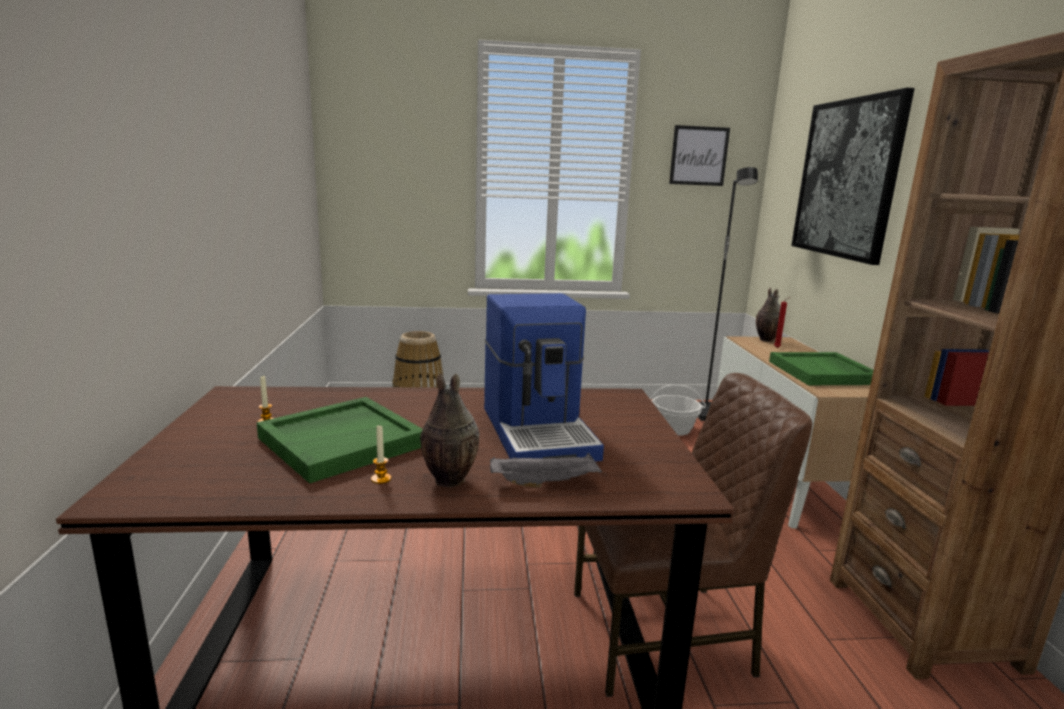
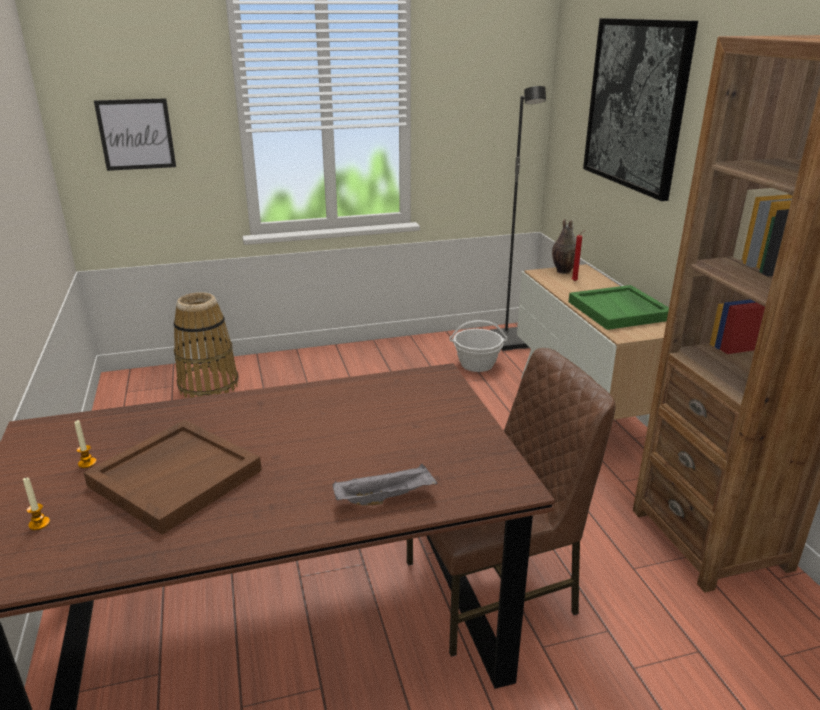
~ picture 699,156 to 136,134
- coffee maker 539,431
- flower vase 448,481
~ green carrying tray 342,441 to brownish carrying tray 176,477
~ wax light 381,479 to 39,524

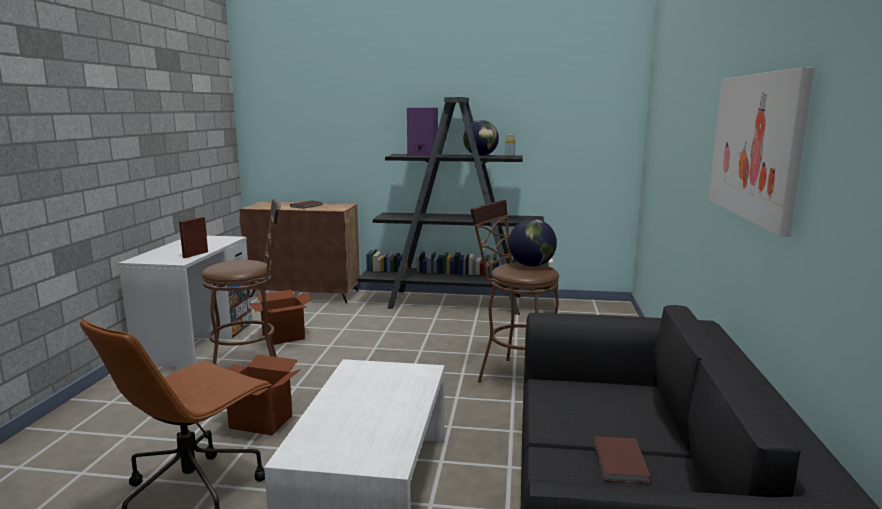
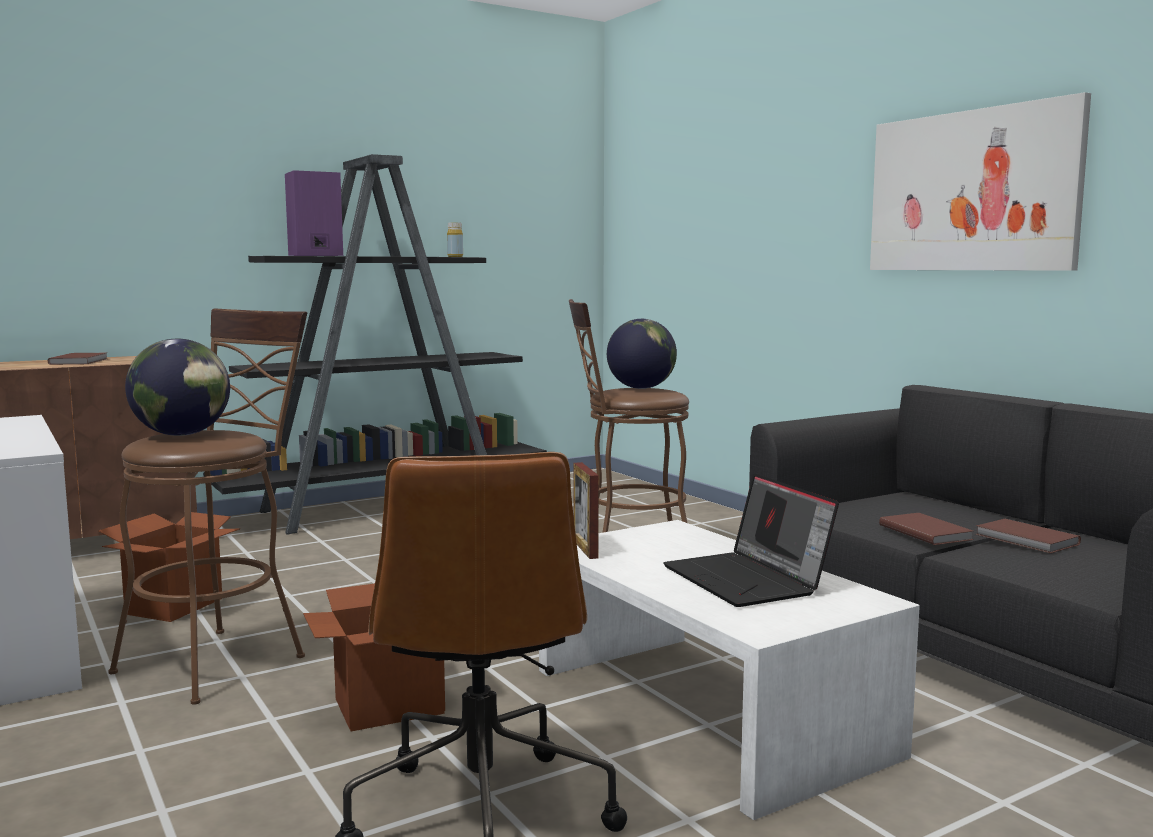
~ globe 480,156 to 182,435
~ standing frame 195,254 to 585,549
+ notebook computer 748,580
+ brownish bound book 926,532

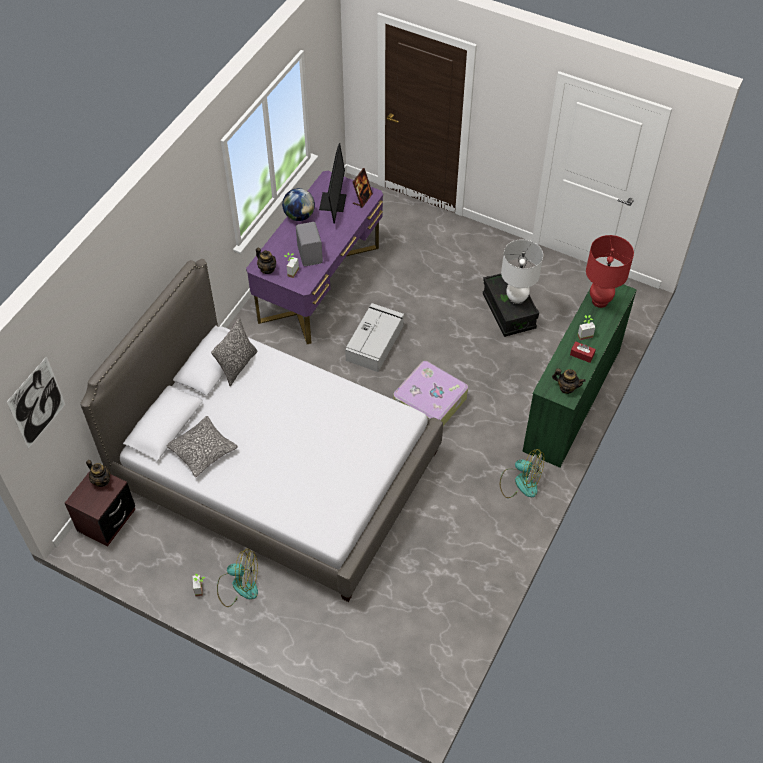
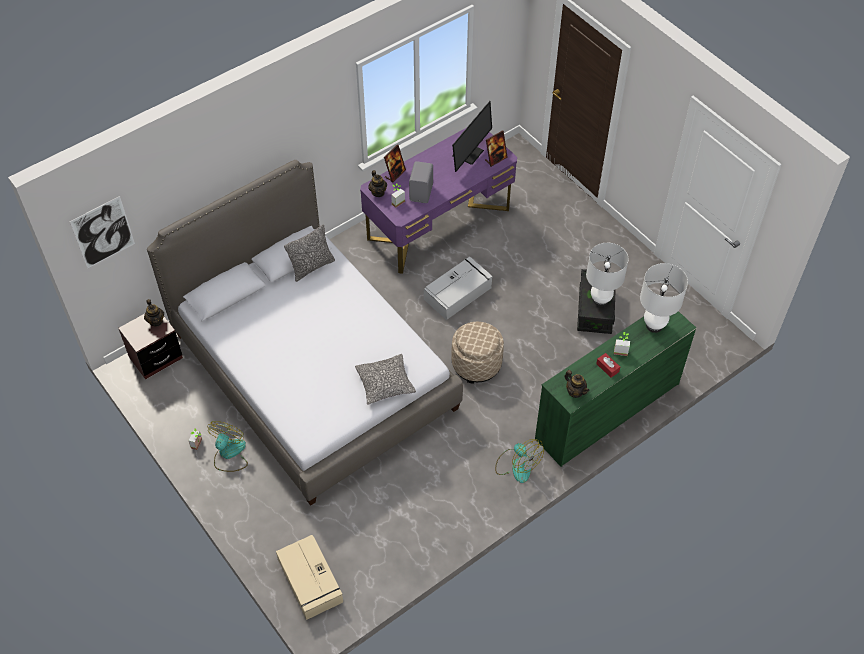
- globe 299,216
~ red-coloured table lamp 599,301 to whitish table lamp 654,326
~ suitcase 430,402 to beige-coloured pouffe 476,364
~ cushion 202,450 to 385,383
~ electric fan 238,586 = 229,454 105 degrees counterclockwise
+ standing frame 395,174
+ beige-coloured storage bin 310,582

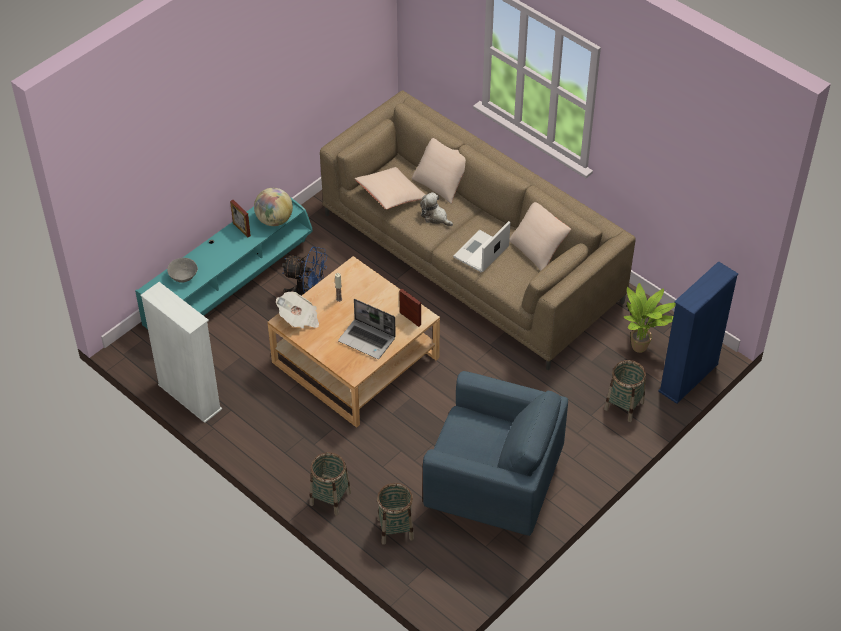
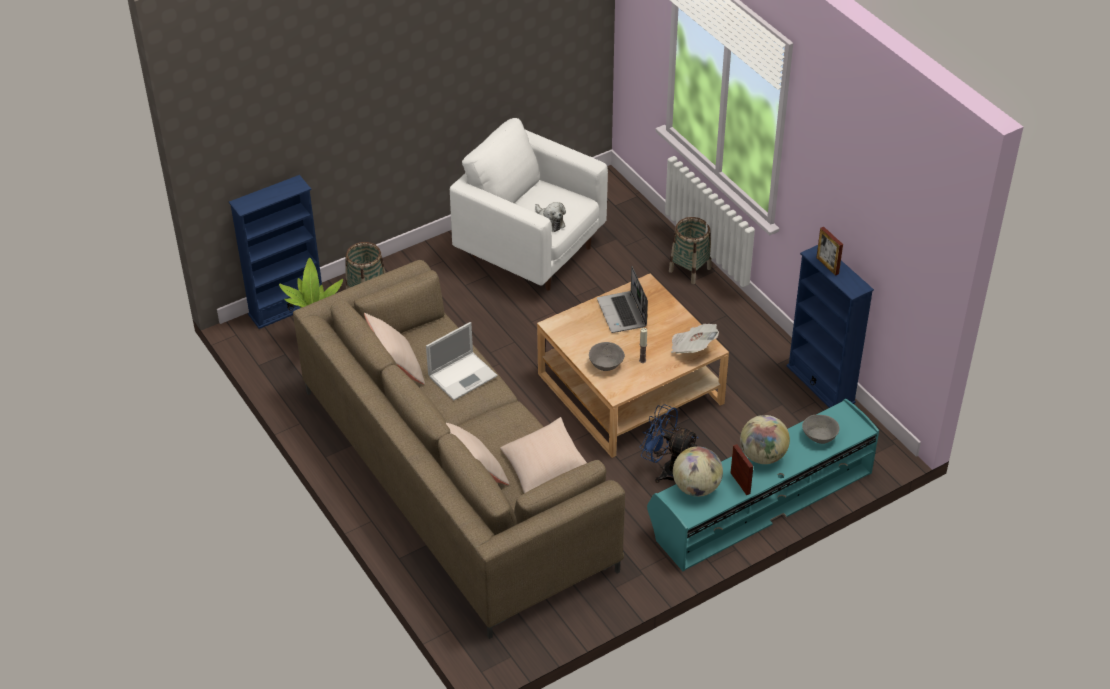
~ soft toy 435,217 to 549,222
~ whitish bookcase 189,397 to blue bookcase 820,384
~ standing frame 410,318 to 827,266
~ notebook computer 367,339 = 622,313 150 degrees counterclockwise
~ blue easy chair 492,487 to whitish easy chair 531,251
- basket 395,529
+ gray bowl 605,365
+ globe 762,456

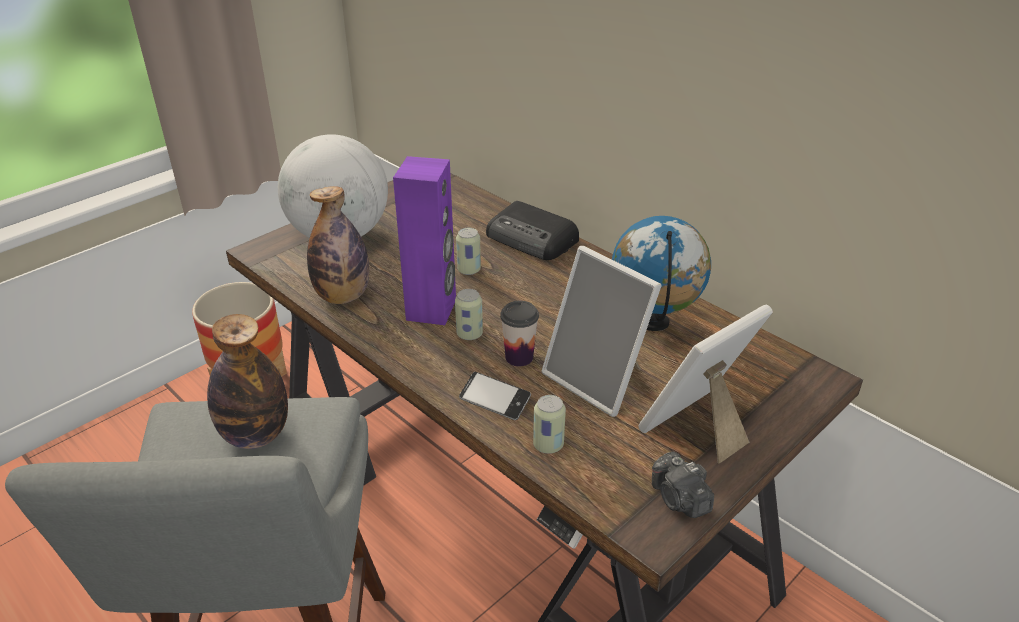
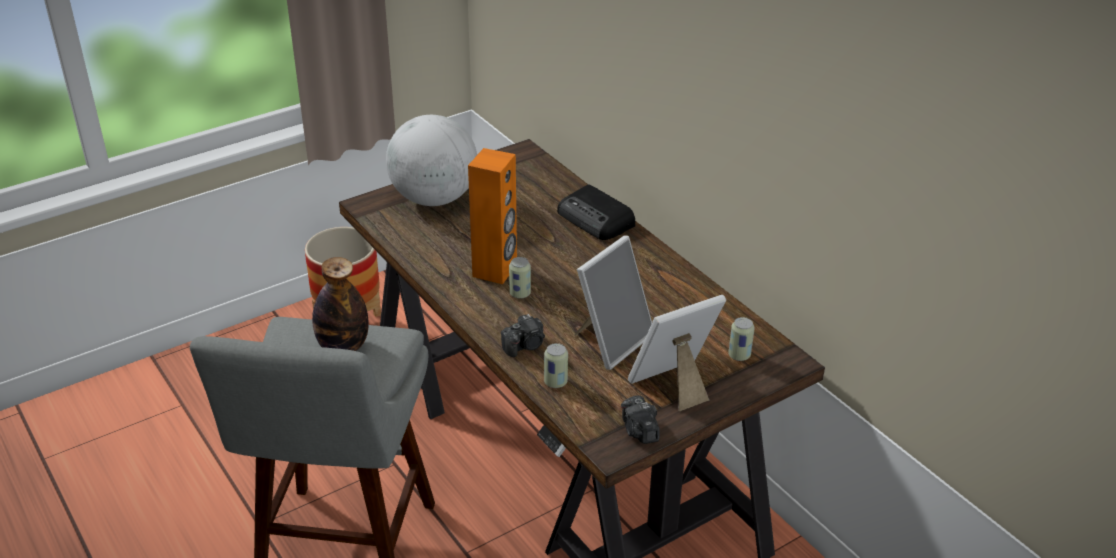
~ purplish speaker 432,310 to orangey speaker 495,270
- drink bottle 343,296
- globe 654,323
~ can 469,270 to 739,355
~ standing frame 599,380 = 611,341 105 degrees counterclockwise
- small cup 519,357
~ handset 494,400 to still camera 525,346

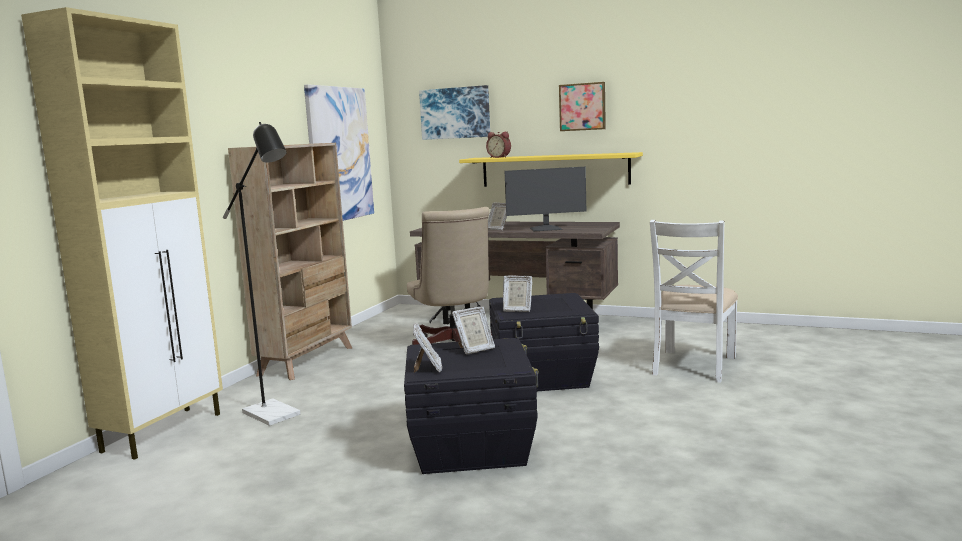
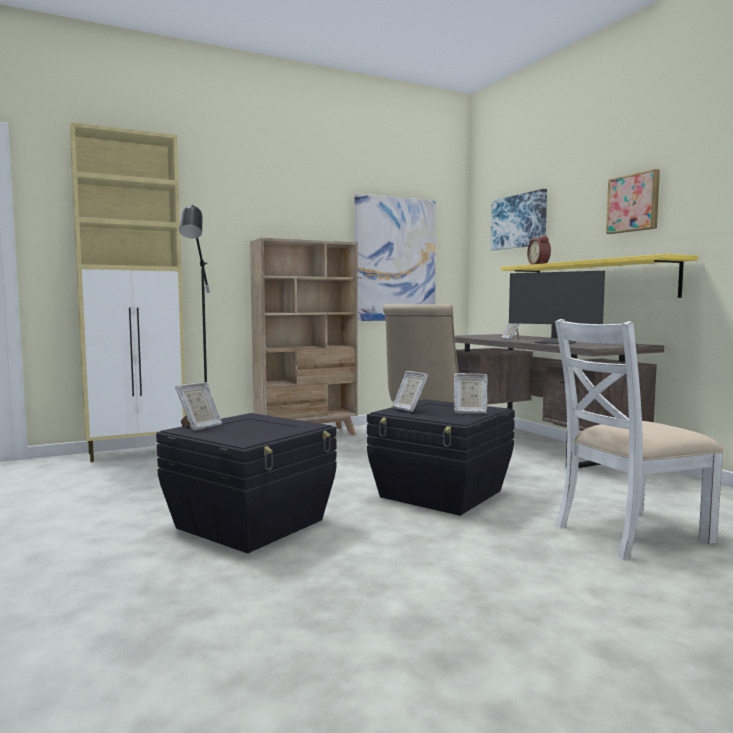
~ standing frame 474,349 to 469,412

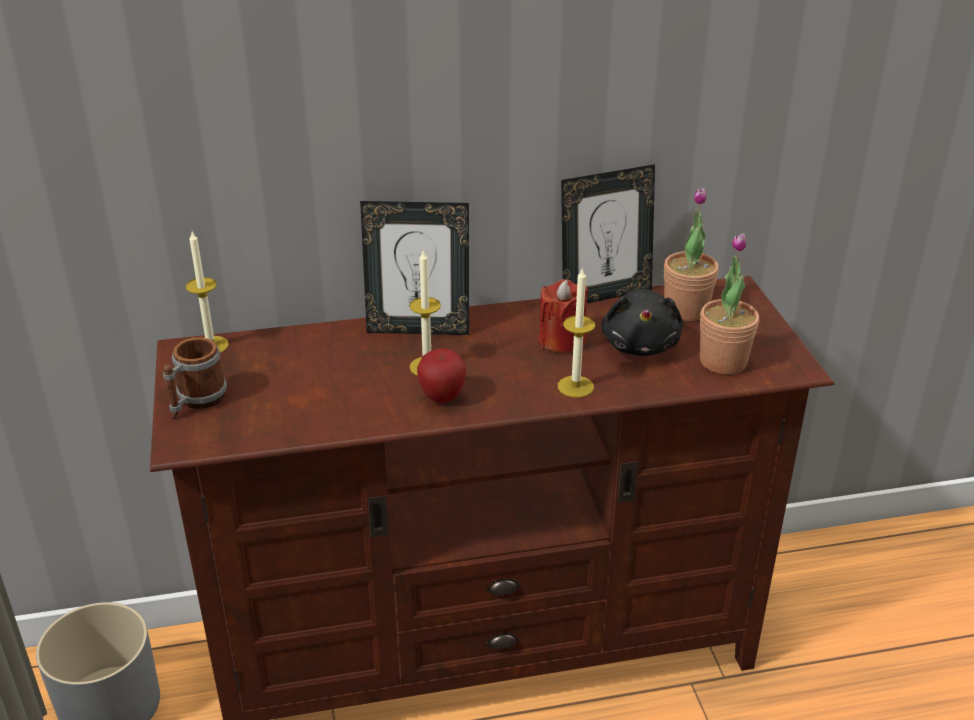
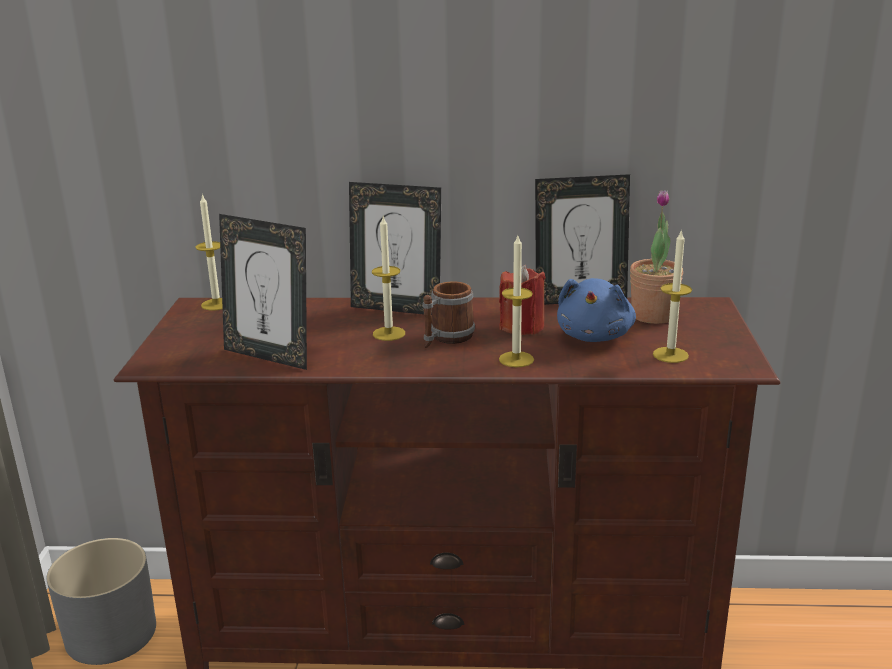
~ houseplant 723,361 to wax light 670,355
~ black-coloured soft toy 640,345 to blue soft toy 595,336
~ coffee mug 196,401 to 446,338
- apple fruit 442,397
+ standing frame 269,356

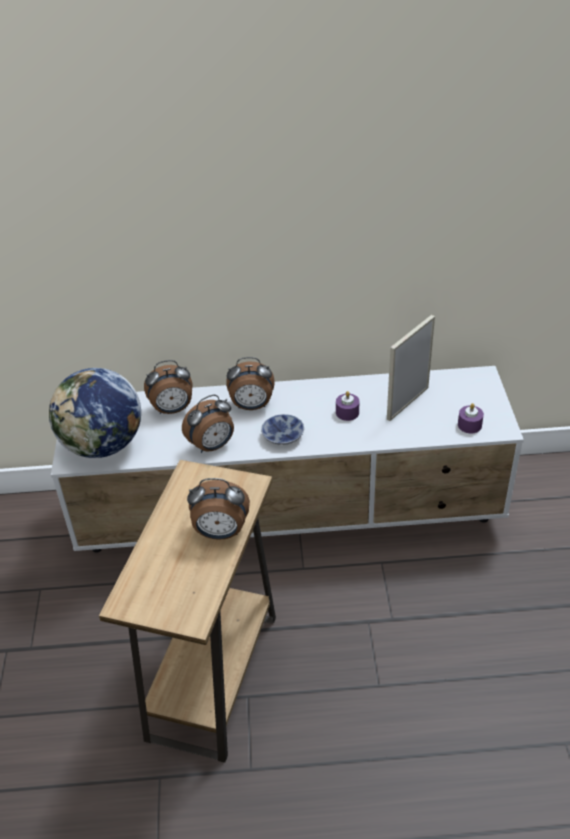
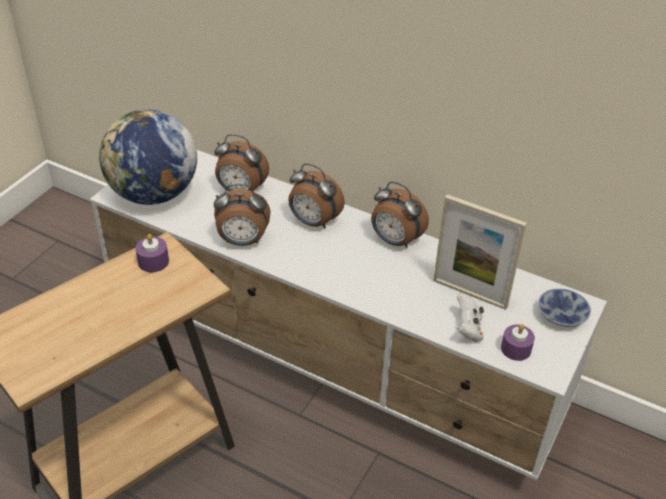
~ standing frame 407,403 = 469,293 135 degrees counterclockwise
~ purplish wax light 347,412 to 153,261
~ bowl 284,435 to 563,315
~ bedside clock 220,533 to 395,241
+ whitish gamepad 468,329

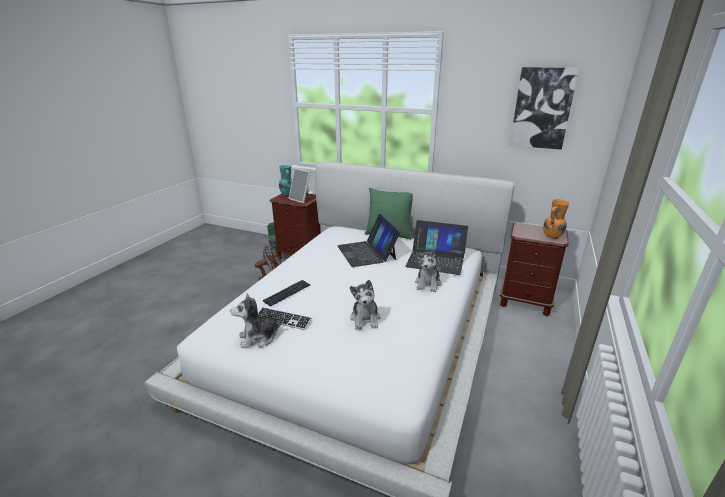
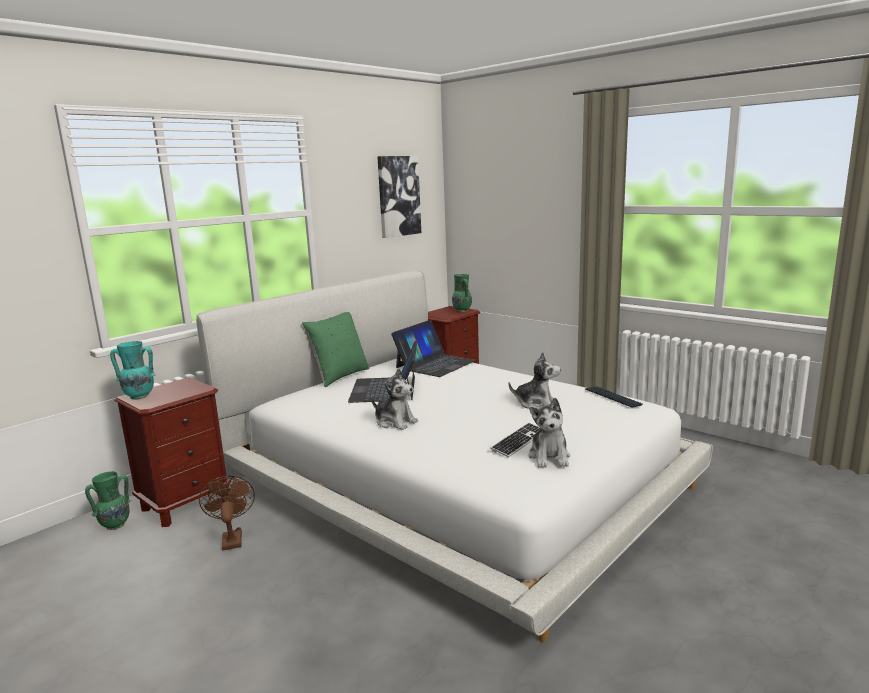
- standing frame 301,199
~ orangey flower vase 552,237 to green flower vase 462,311
~ notebook computer 367,252 = 385,389 90 degrees clockwise
~ soft toy 428,284 to 395,422
~ PC keyboard 287,293 to 612,397

